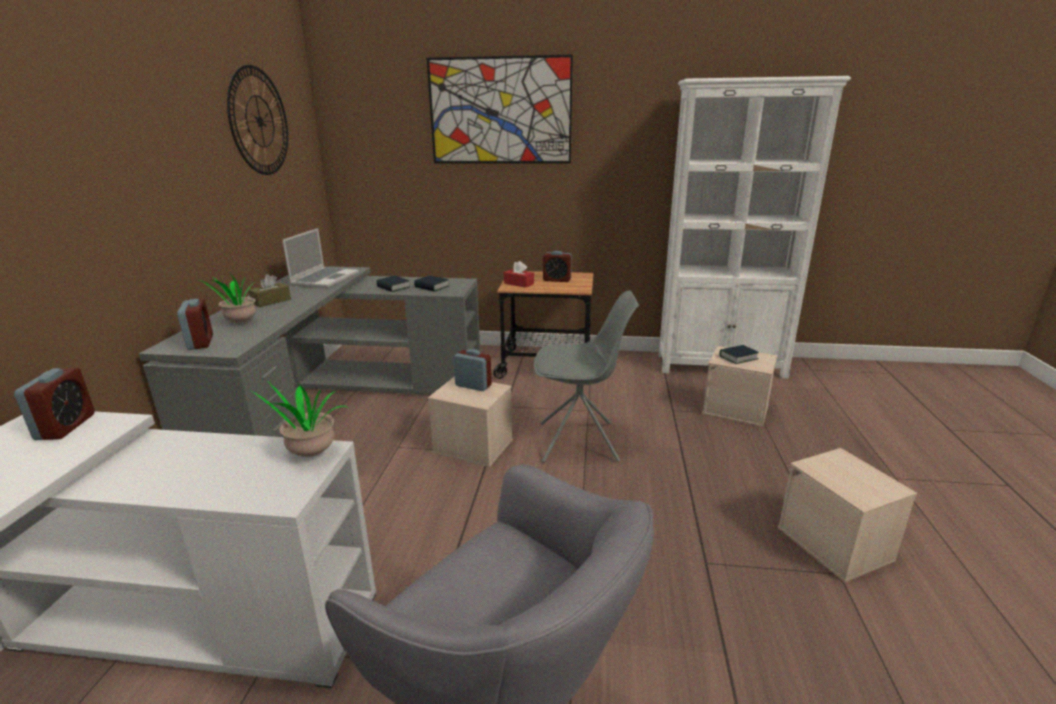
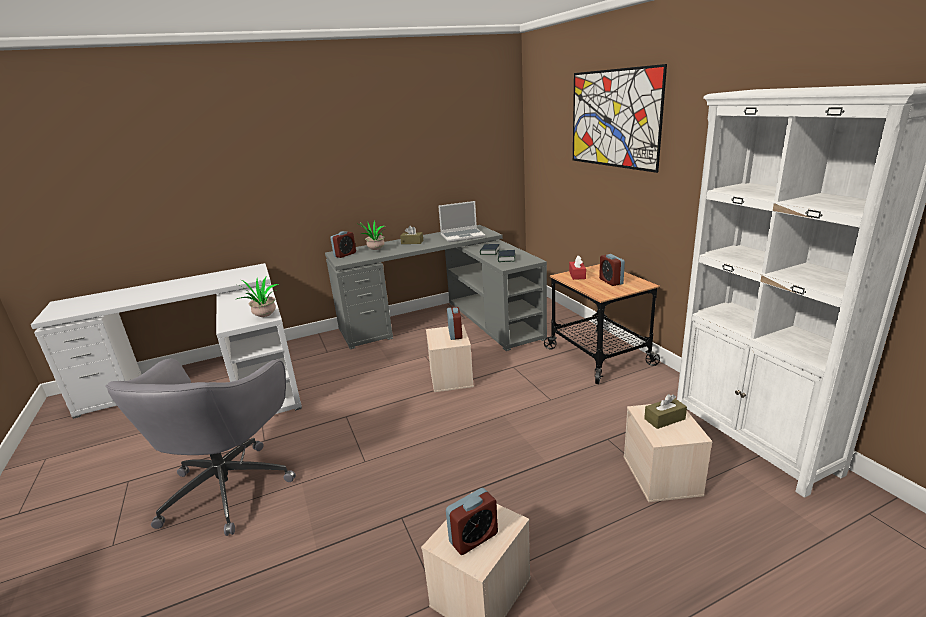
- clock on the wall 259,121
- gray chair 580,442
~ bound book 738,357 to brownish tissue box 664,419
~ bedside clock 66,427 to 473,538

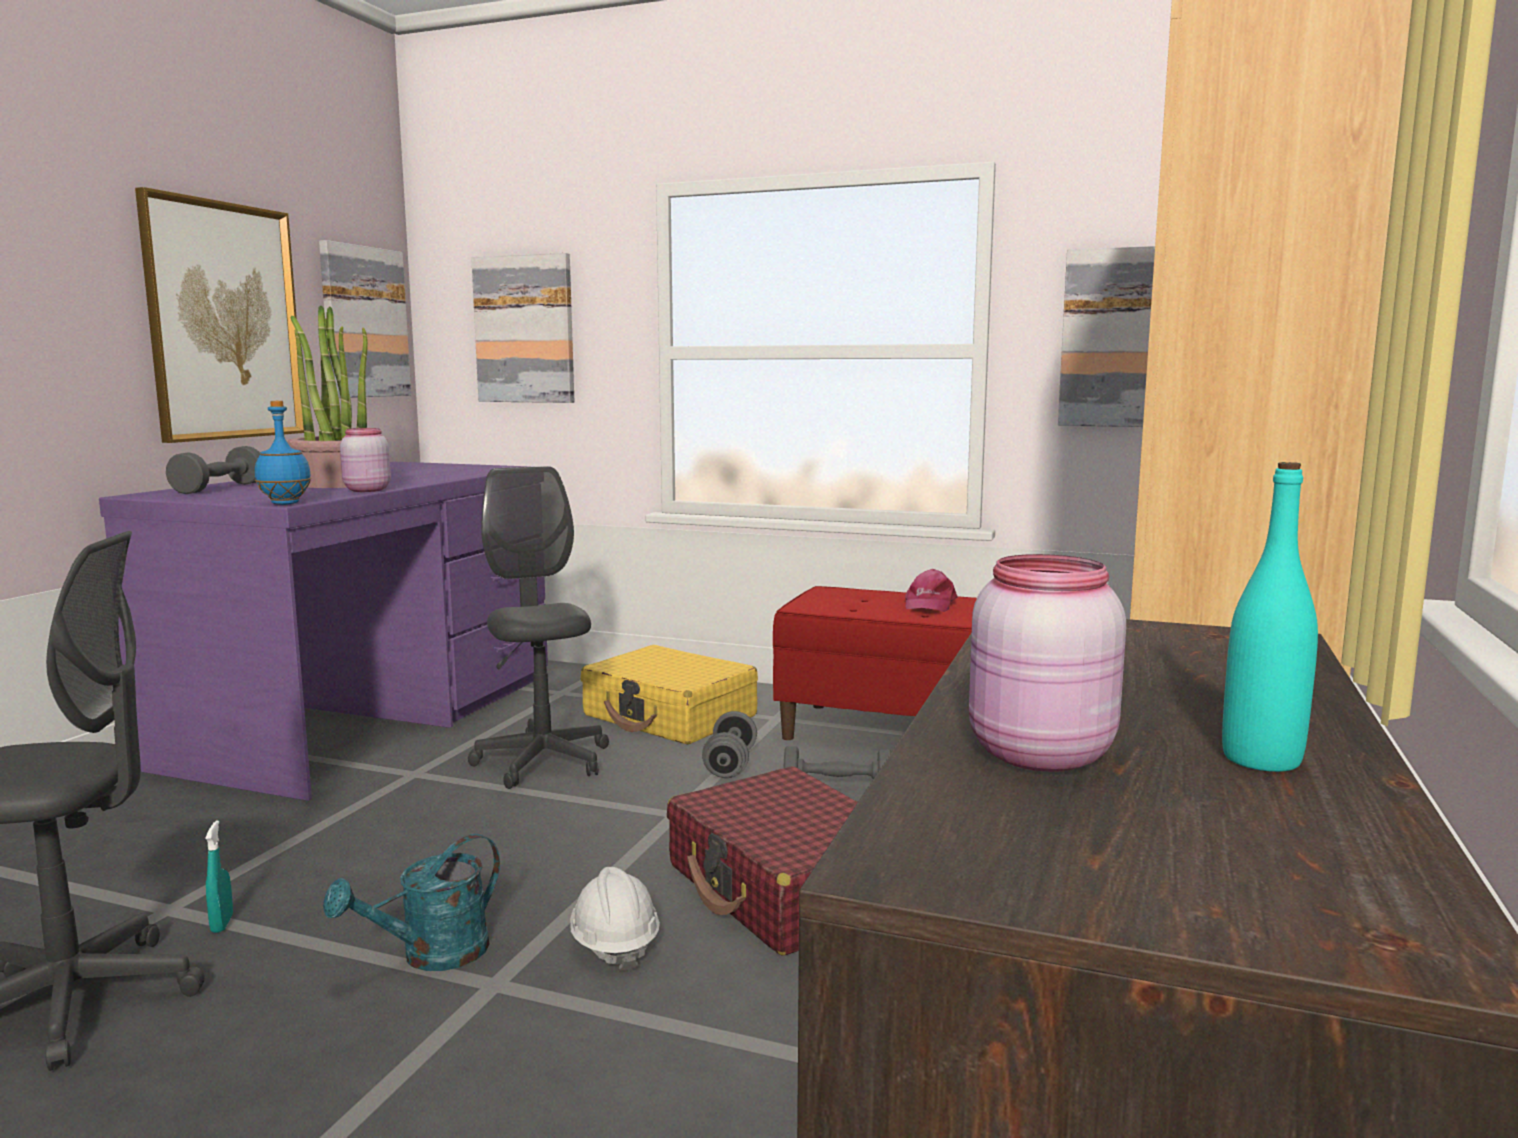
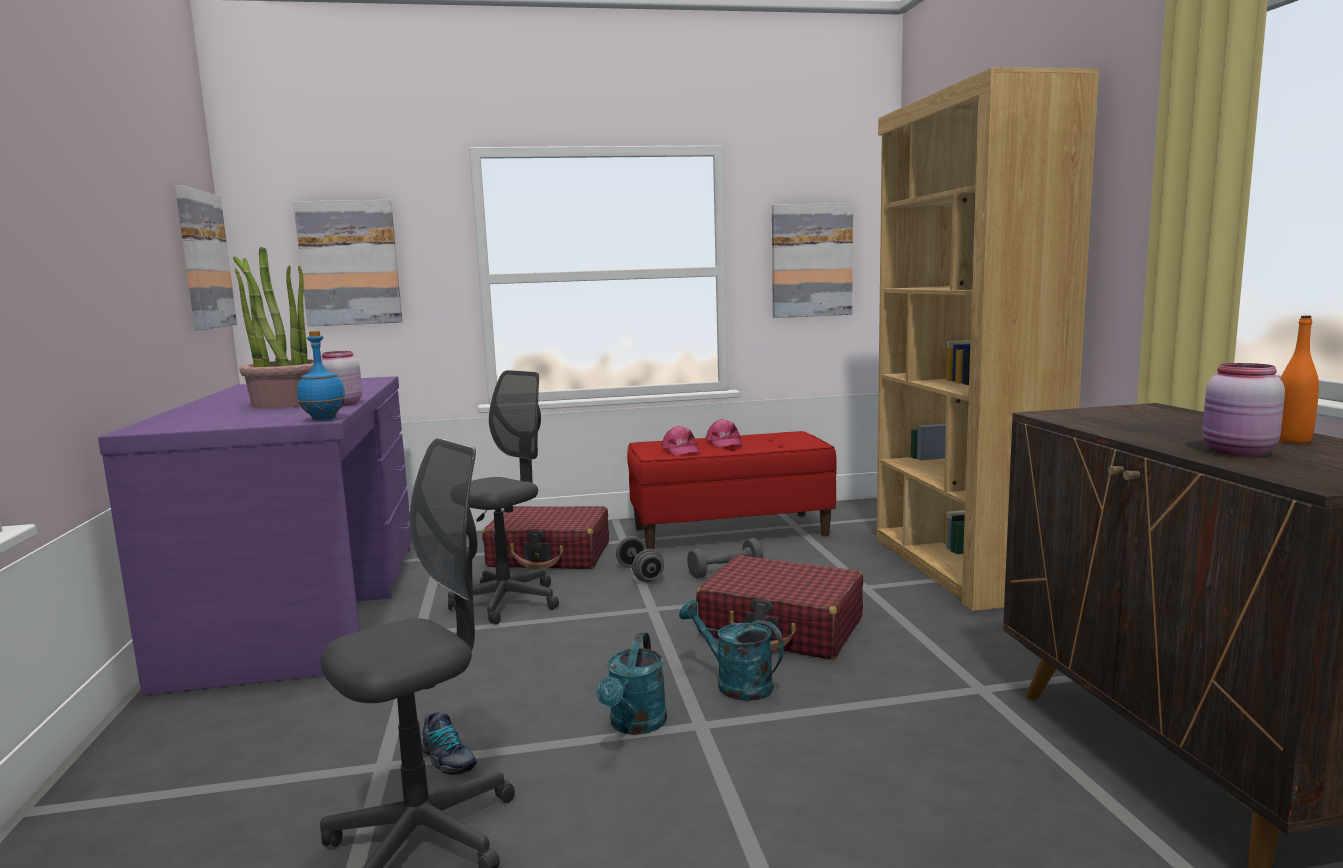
- picture 224,321
- gray free weight 219,488
~ turquoise-coloured drink bottle 1261,759 to orangey drink bottle 1292,440
~ gray computer chair 542,762 = 507,602 90 degrees clockwise
~ yellow-coloured suitcase 670,716 to red-coloured suitcase 550,555
~ turquoise-coloured sprayer 222,924 to low shoe 447,759
~ whitish work helmet 614,945 to turquoise-coloured watering can 735,684
+ pinkish peaked cap 681,450

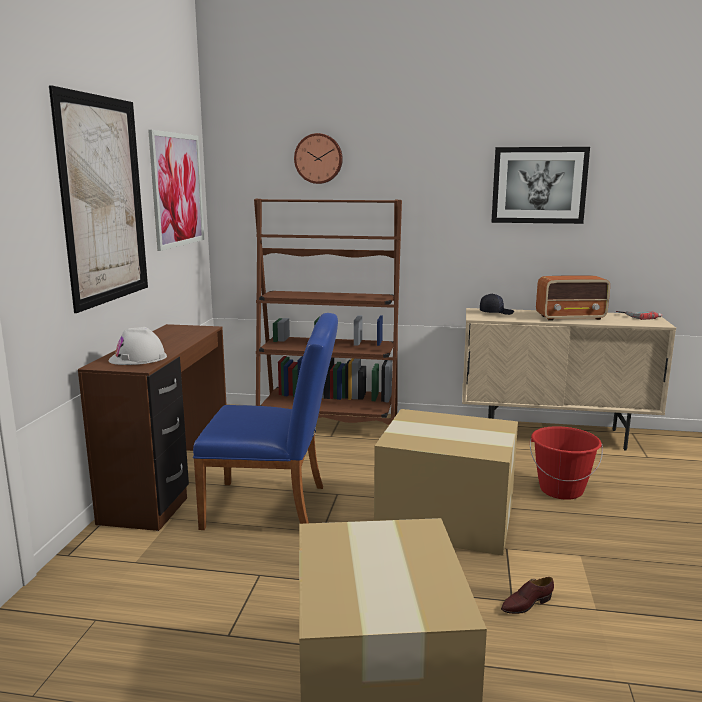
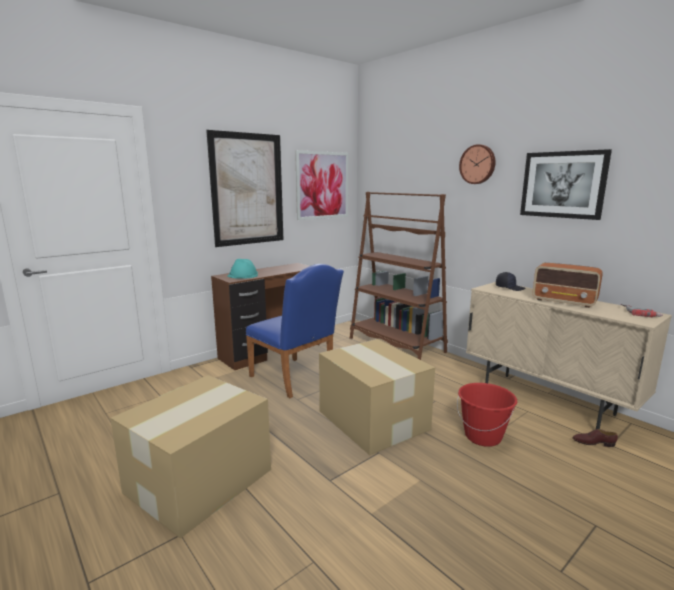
~ clock on the wall 318,158 to 478,164
~ whitish work helmet 138,358 to turquoise-coloured work helmet 242,275
~ brownish low shoe 526,604 to 593,443

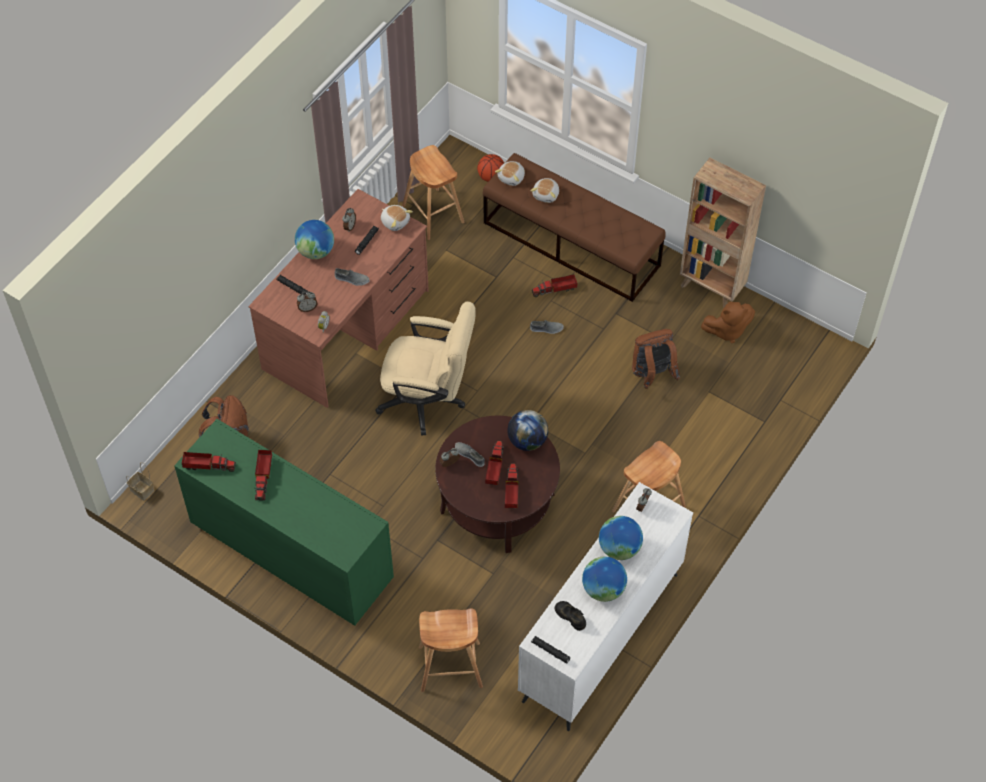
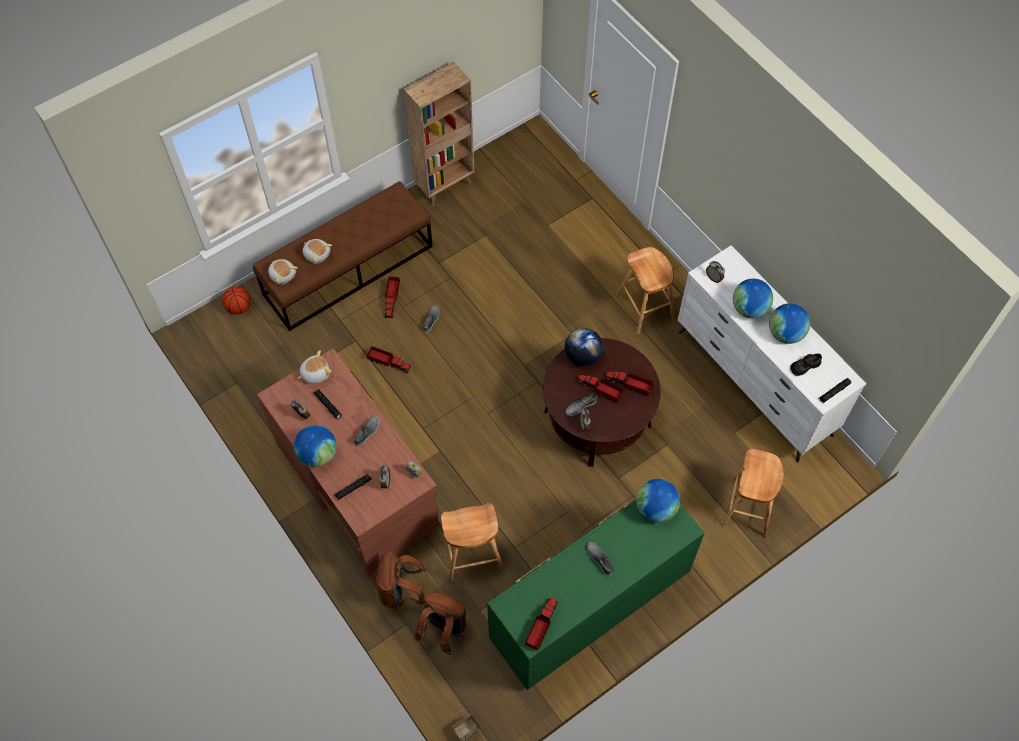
~ brownish stool 433,214 to 472,555
- beige-coloured computer chair 429,401
- brownish soft toy 727,330
~ brownish rucksack 652,375 to 401,591
~ toy lorry 263,477 to 388,362
+ globe 656,508
+ gray low shoe 600,559

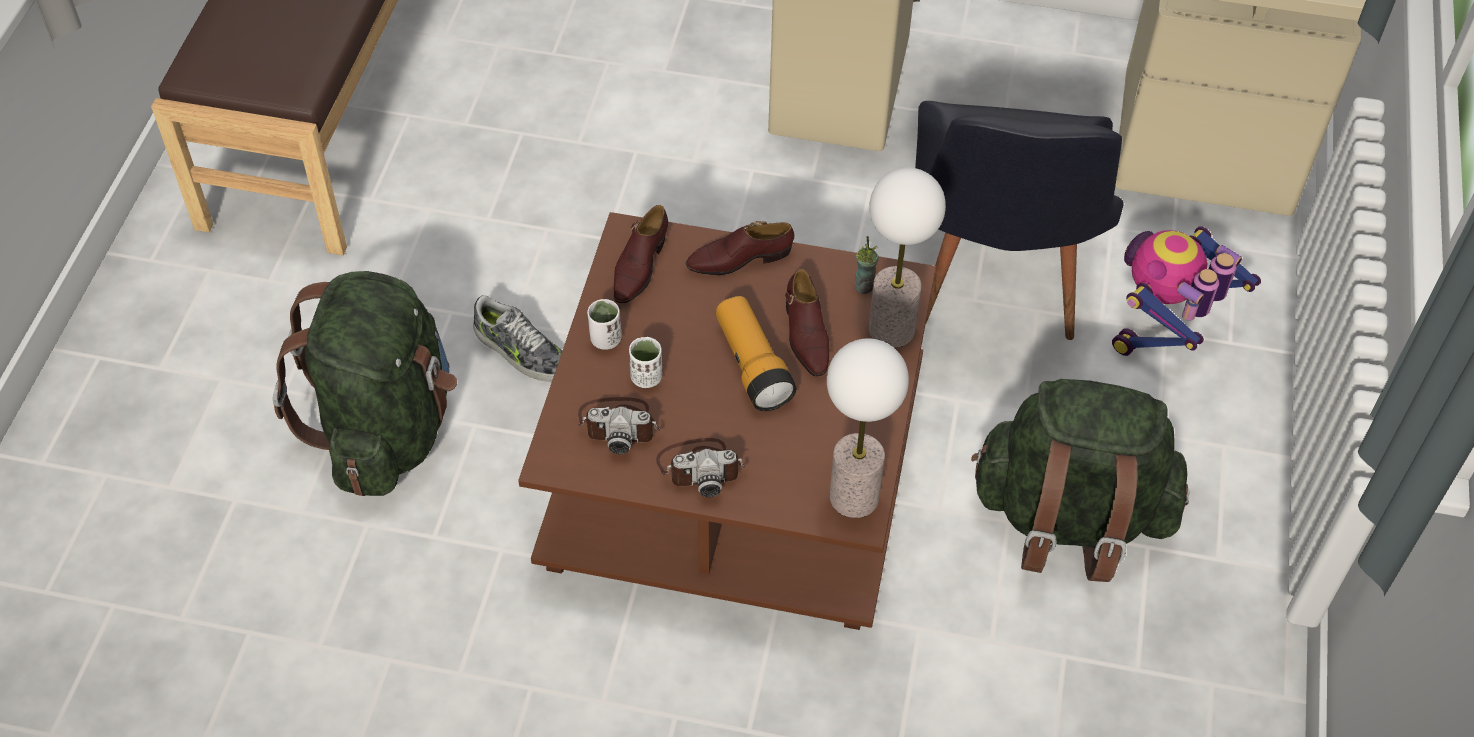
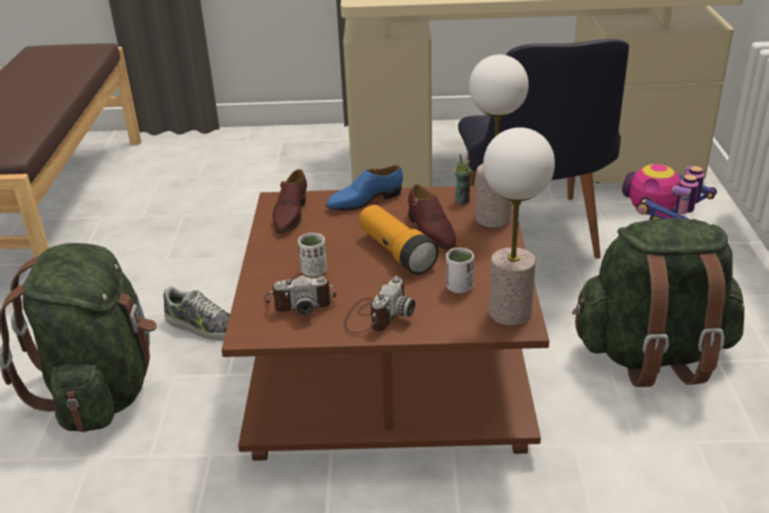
~ brownish low shoe 739,259 to blue low shoe 364,200
~ whitish small cup 605,339 to 459,287
~ still camera 700,467 = 376,315 45 degrees counterclockwise

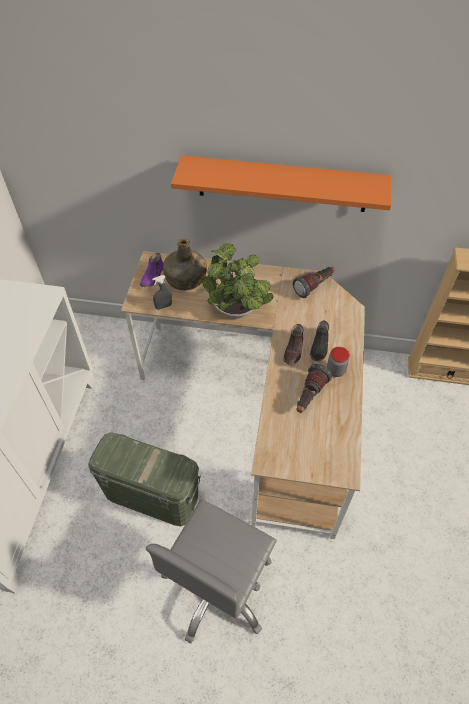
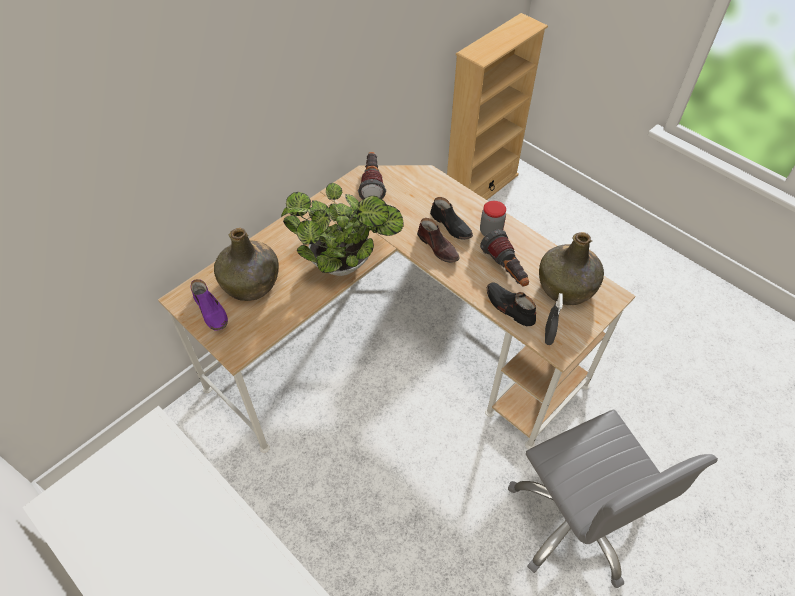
- orangey wall shelf 282,184
~ gray sprayer 163,306 to 548,336
- green storage bin 152,495
+ green drink bottle 566,287
+ black-coloured low shoe 509,307

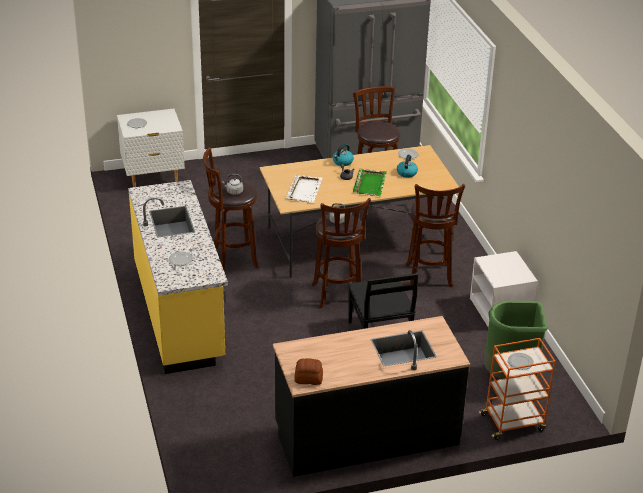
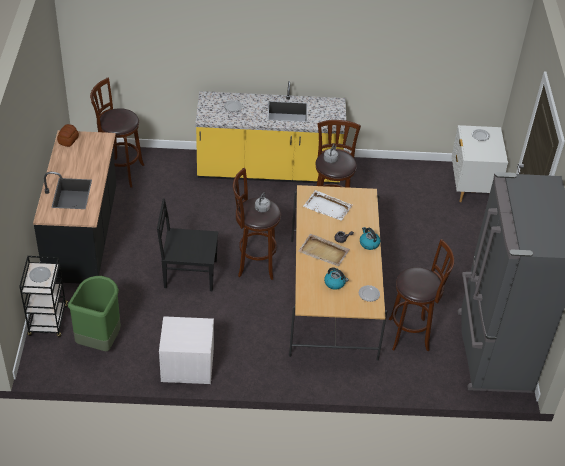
~ green carrying tray 370,183 to beige-coloured carrying tray 324,252
~ brownish stool 429,277 to 120,172
~ orangey wheeled cart 513,422 to black-coloured wheeled cart 48,322

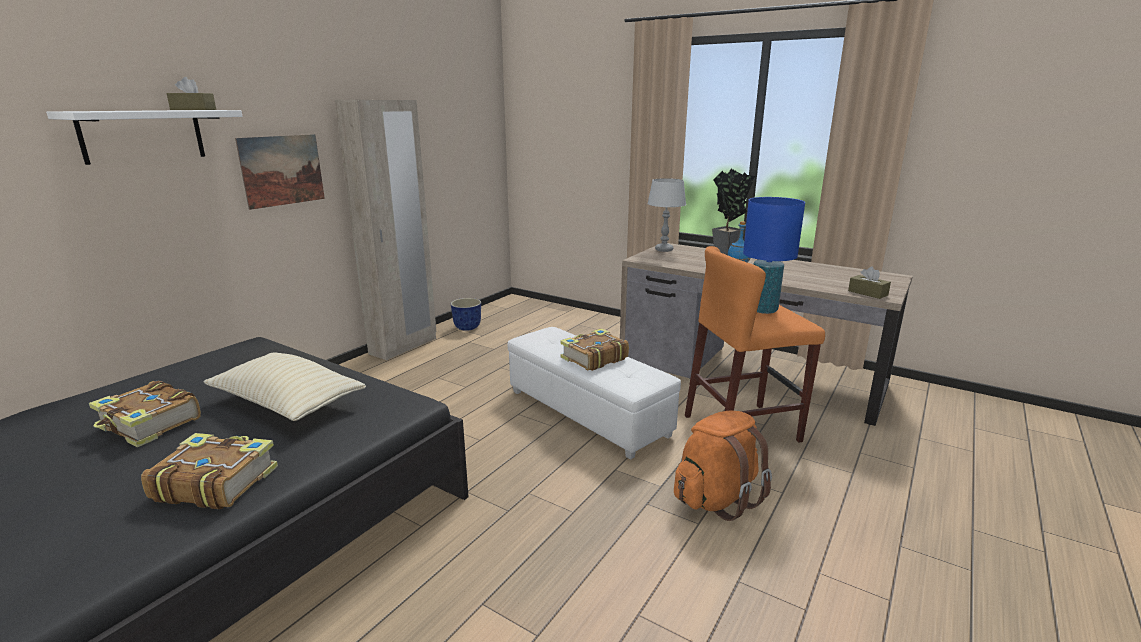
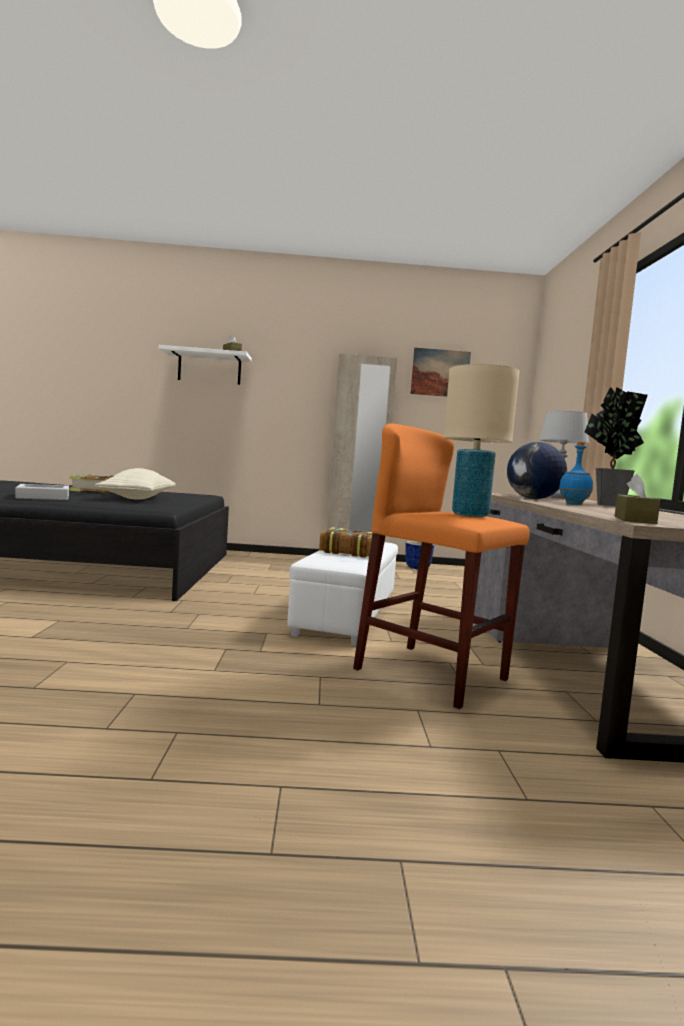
~ picture 282,170 to 440,373
~ blue table lamp 763,310 to beige-coloured table lamp 469,515
- orangey rucksack 717,499
~ bound book 215,482 to gray carrying tray 43,497
+ globe 533,499

